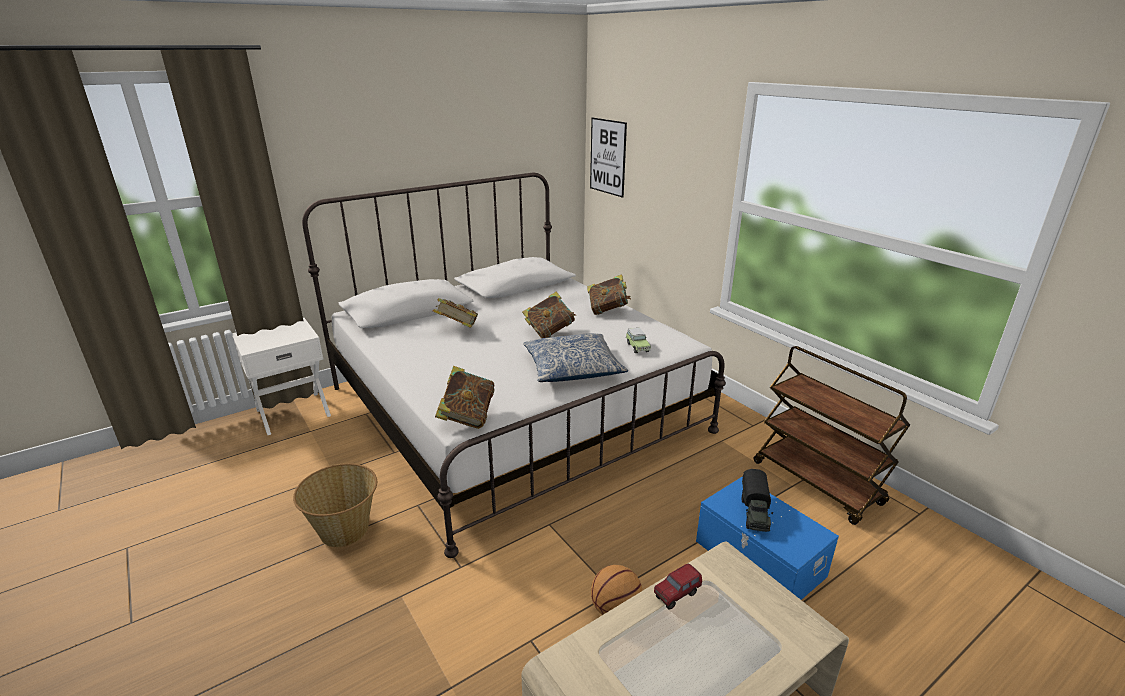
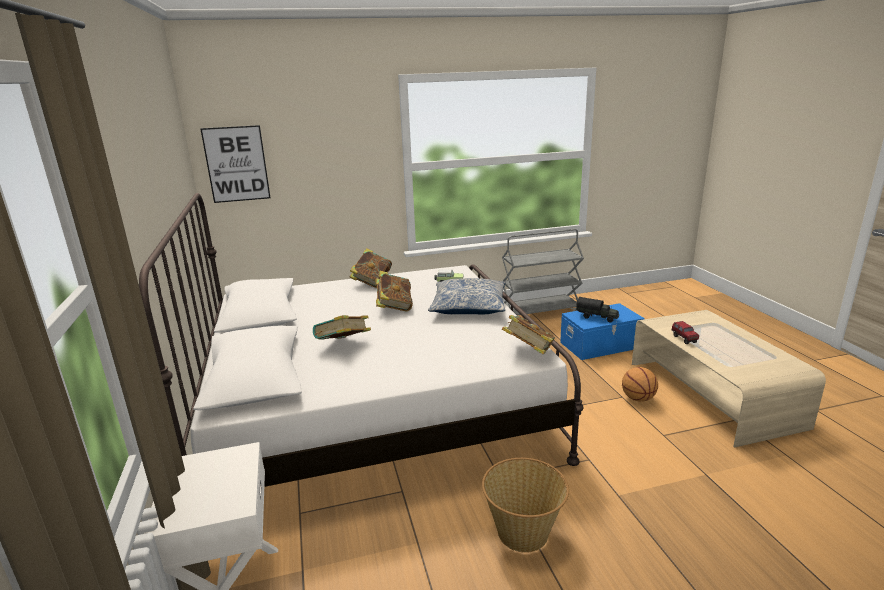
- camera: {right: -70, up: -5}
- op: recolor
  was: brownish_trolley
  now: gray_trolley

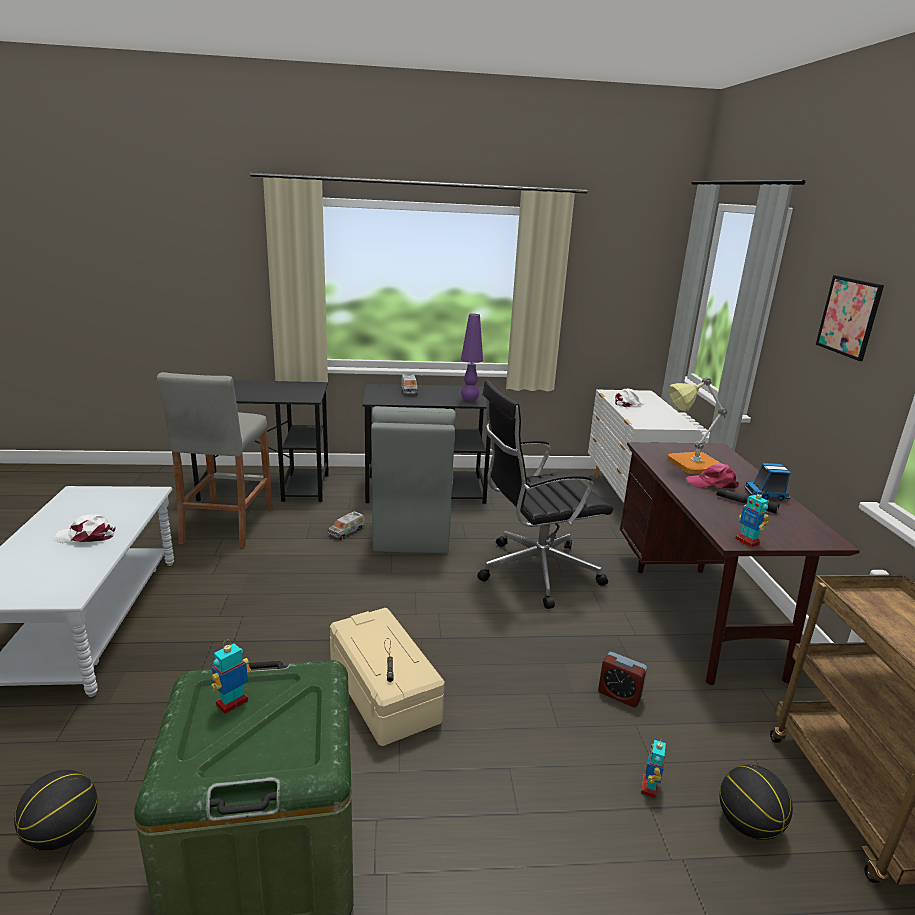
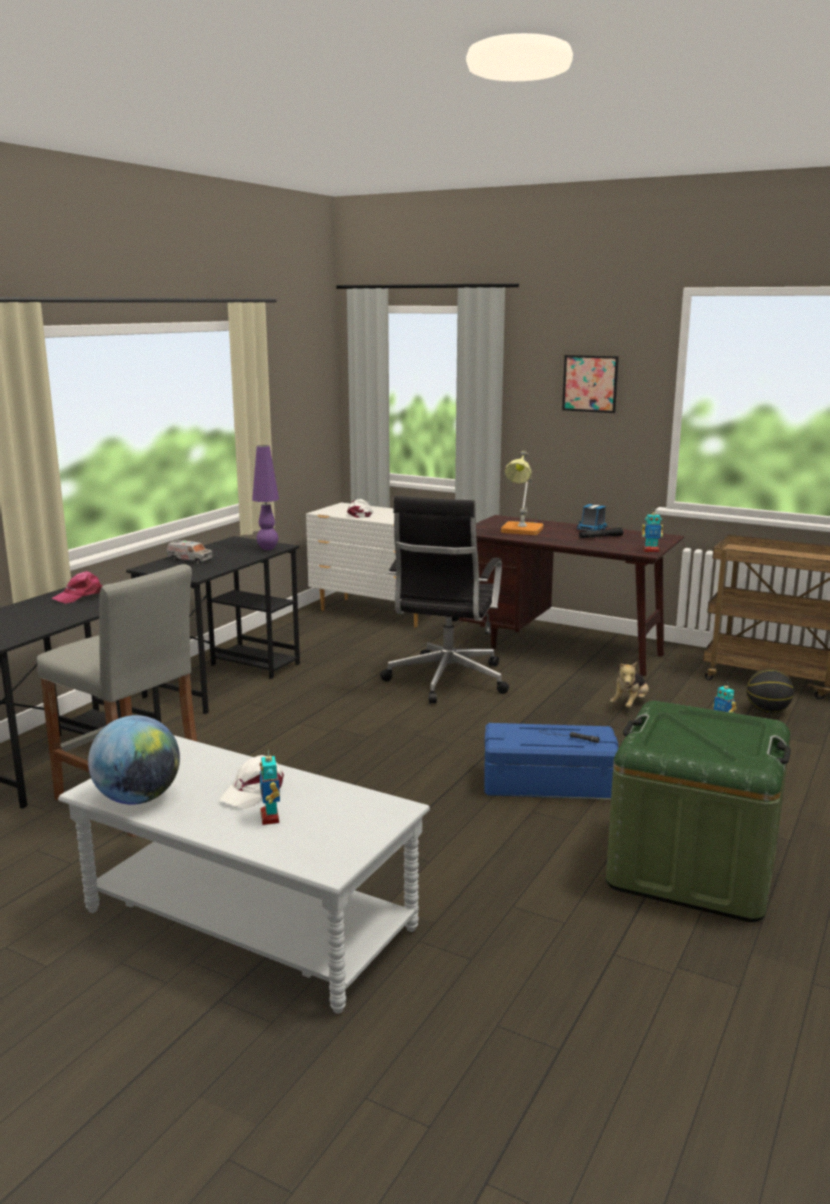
- camera: {right: -55, up: -5}
- op: delete
  was: gray_plain_chair
- op: move
  was: pinkish_cap
- op: delete
  was: toy_lorry (1st from left)
- op: recolor
  was: sand-coloured_storage_box
  now: bluish_storage_box
- op: move
  was: model_robot (1st from left)
- op: replace
  was: alarm_clock
  now: cuddly_toy
- op: delete
  was: basketball_ball (1st from left)
- op: insert
  now: desk_globe

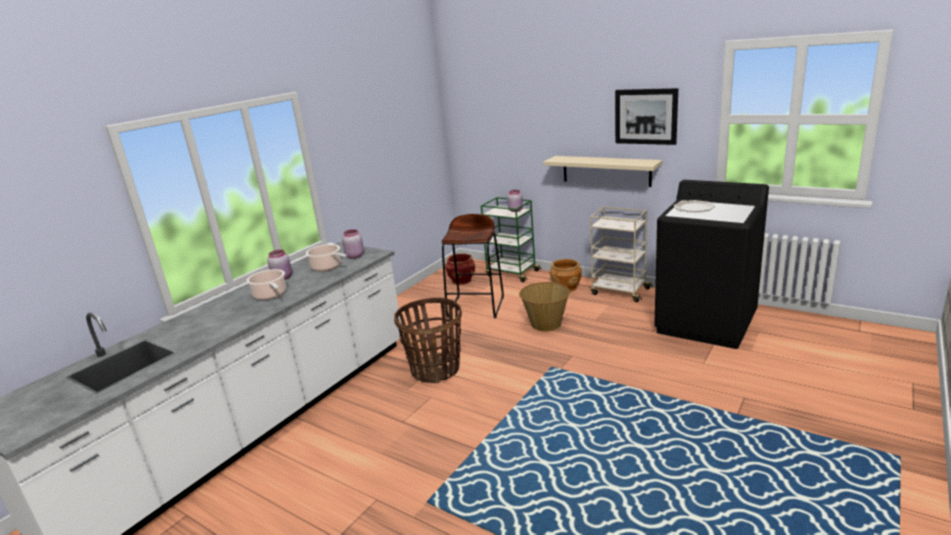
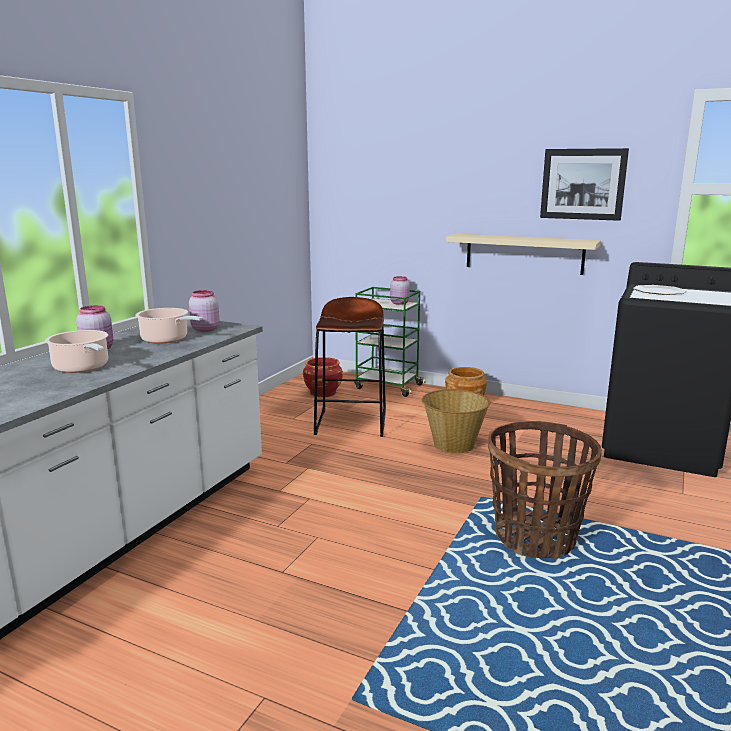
- camera: {right: -10, up: -5}
- op: delete
  was: sand-coloured_trolley
- op: move
  was: basket (1st from left in the first image)
  now: basket (2nd from left)

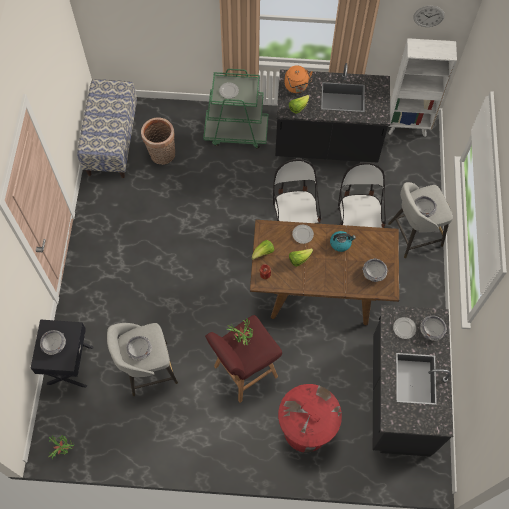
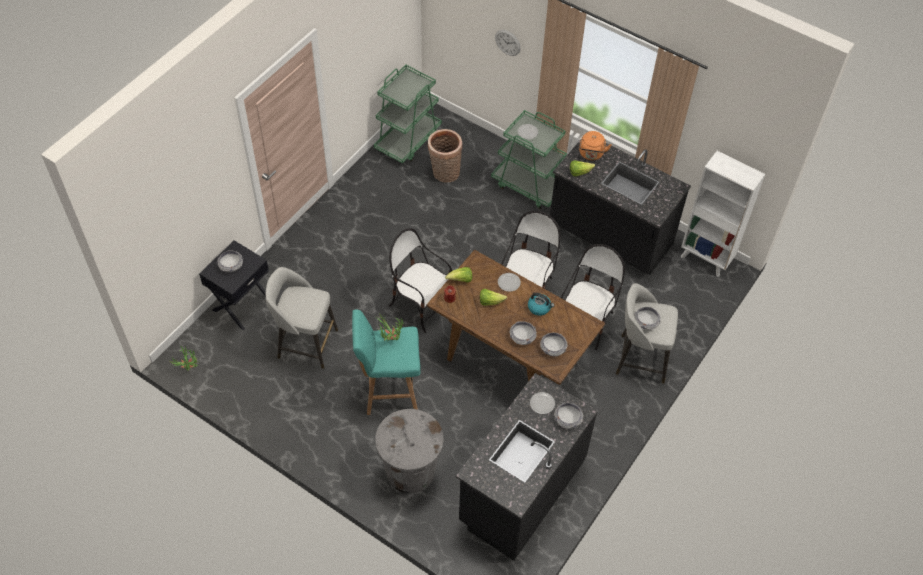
- camera: {right: 30, up: -10}
- op: move
  was: clock_on_the_wall
- op: replace
  was: indoor_bench
  now: green-coloured_trolley (1st from left)
- op: recolor
  was: reddish_stool
  now: blue-green_stool
- op: move
  was: deep_dish (2nd from left)
- op: recolor
  was: reddish_trash_can
  now: gray_trash_can
- op: insert
  now: plain_chair (1st from left)

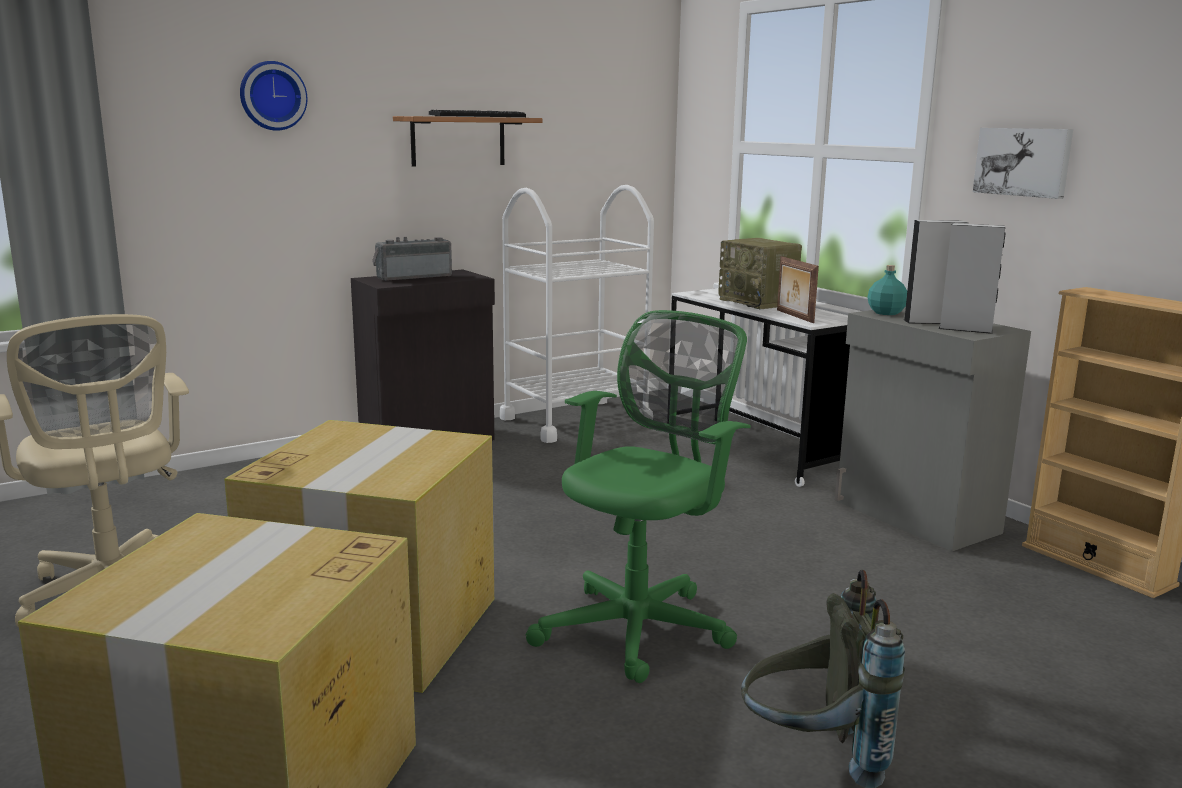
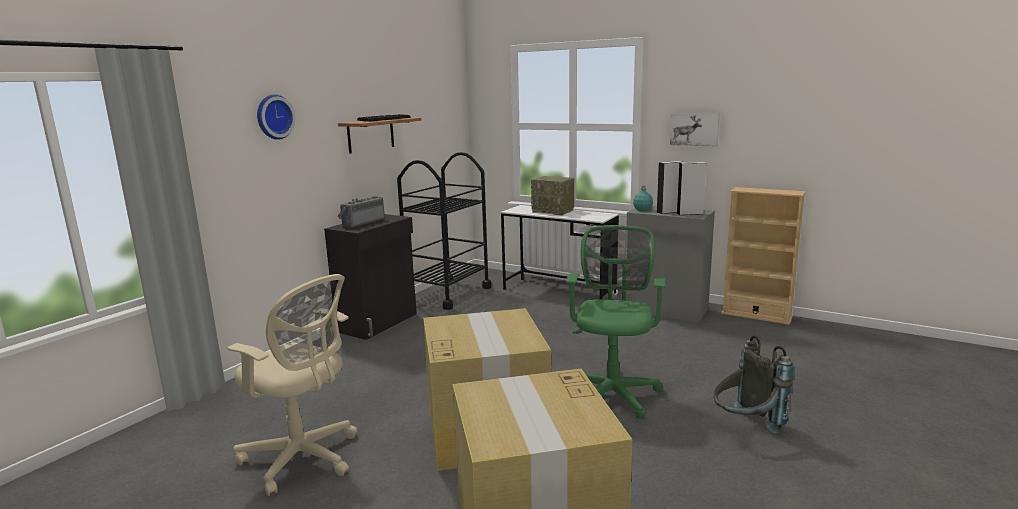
- camera: {right: -25, up: 0}
- op: recolor
  was: white-coloured_trolley
  now: black_trolley
- op: delete
  was: picture_frame

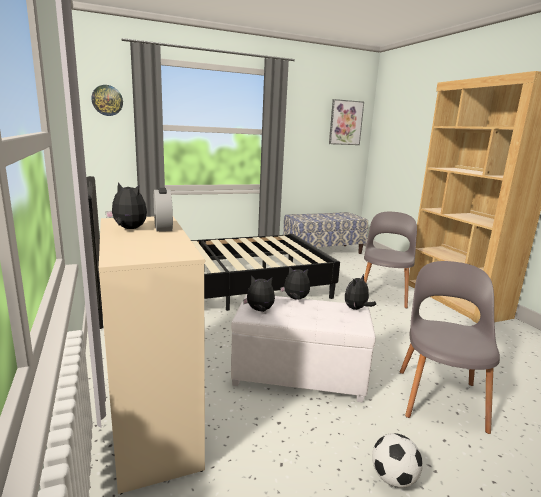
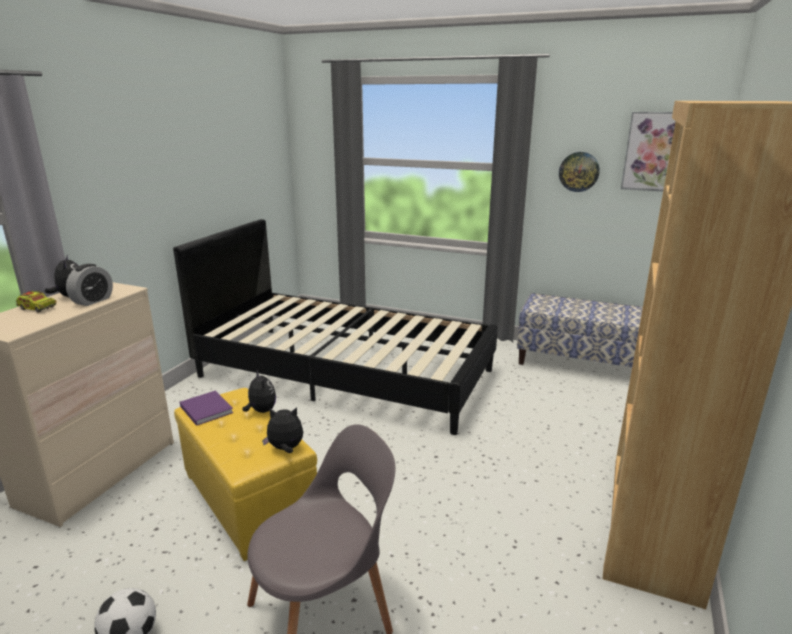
- camera: {right: 45, up: 5}
- op: move
  was: clock_on_the_wall
- op: delete
  was: gray_plain_chair (1st from left)
- op: replace
  was: cuddly_toy (2nd from left)
  now: purplish_bound_book
- op: recolor
  was: white-coloured_footrest
  now: yellow-coloured_footrest
- op: insert
  now: toy_lorry

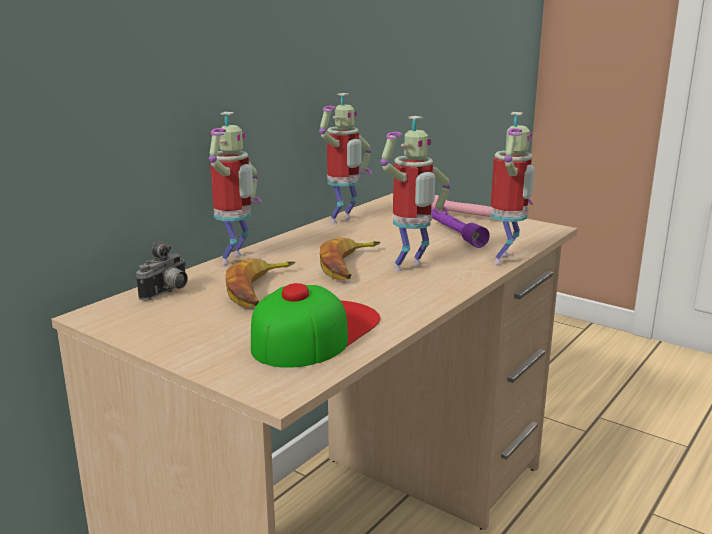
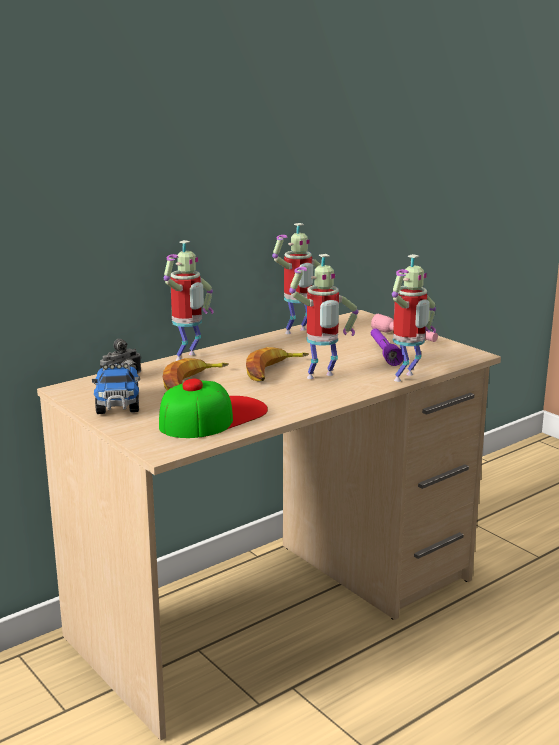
- camera: {right: 15, up: 0}
- op: insert
  now: toy_lorry

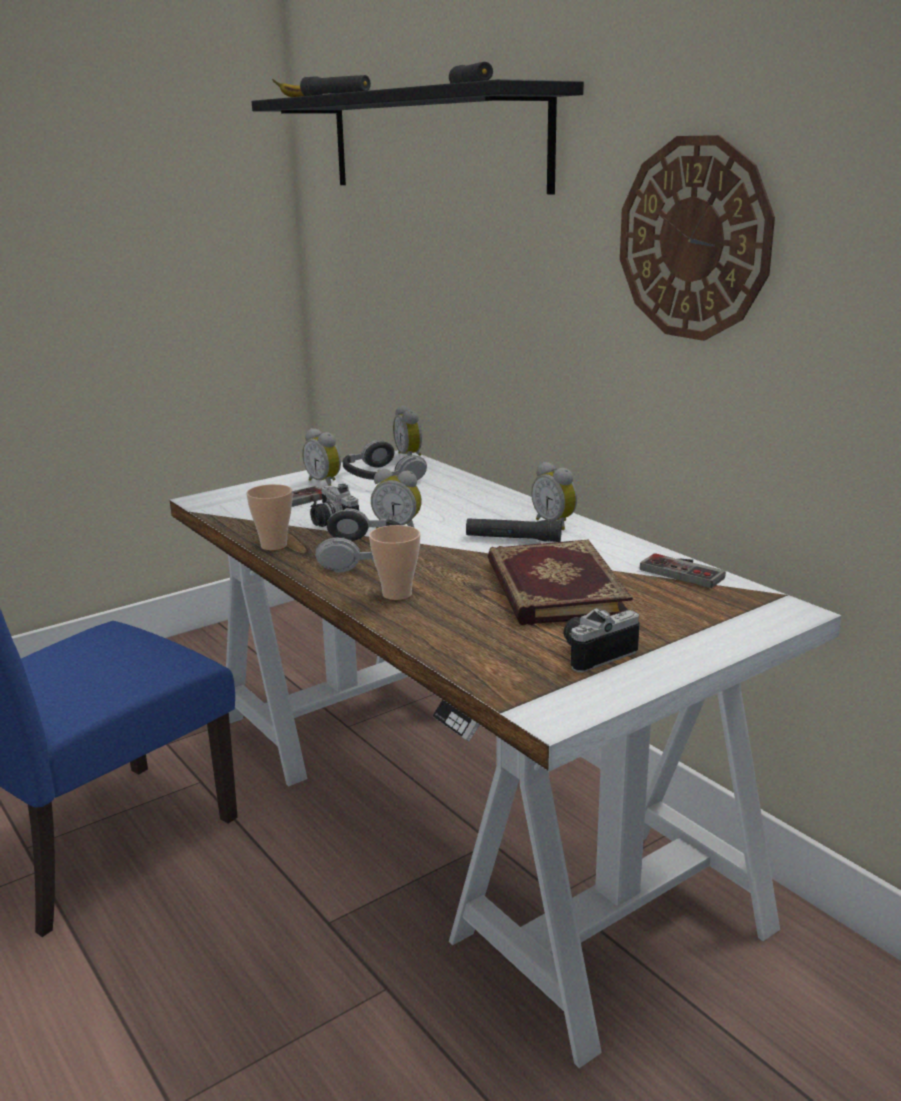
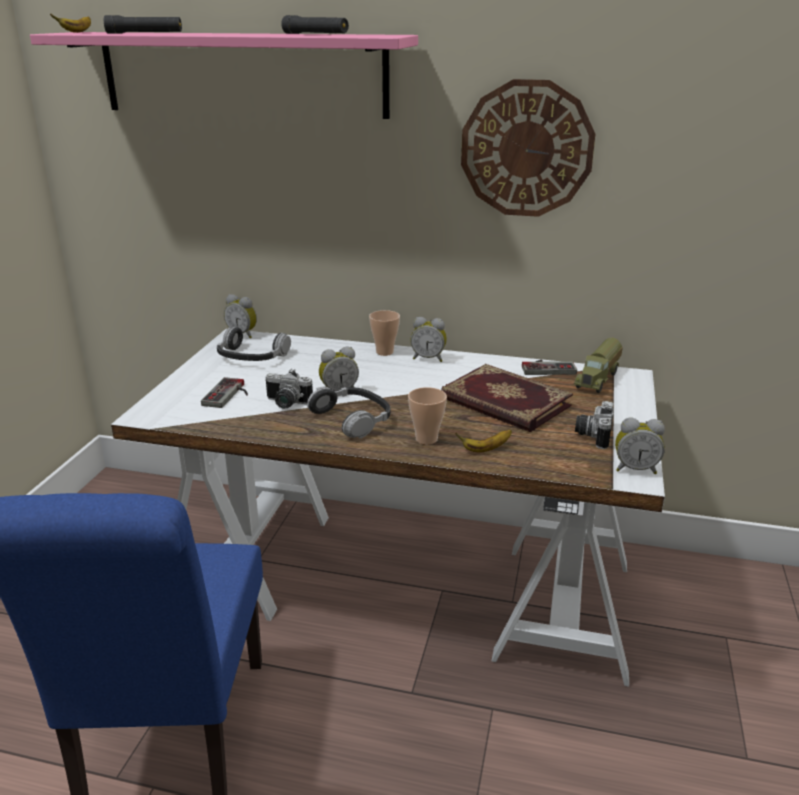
- camera: {right: -40, up: 5}
- op: recolor
  was: black_bracket_shelf
  now: pinkish_bracket_shelf
- op: move
  was: alarm_clock (1st from left in the first image)
  now: alarm_clock (4th from left)
- op: move
  was: drinking_cup (1st from left)
- op: delete
  was: black_flashlight (3rd from left)
- op: insert
  now: toy_lorry
- op: insert
  now: banana_fruit (2nd from left)

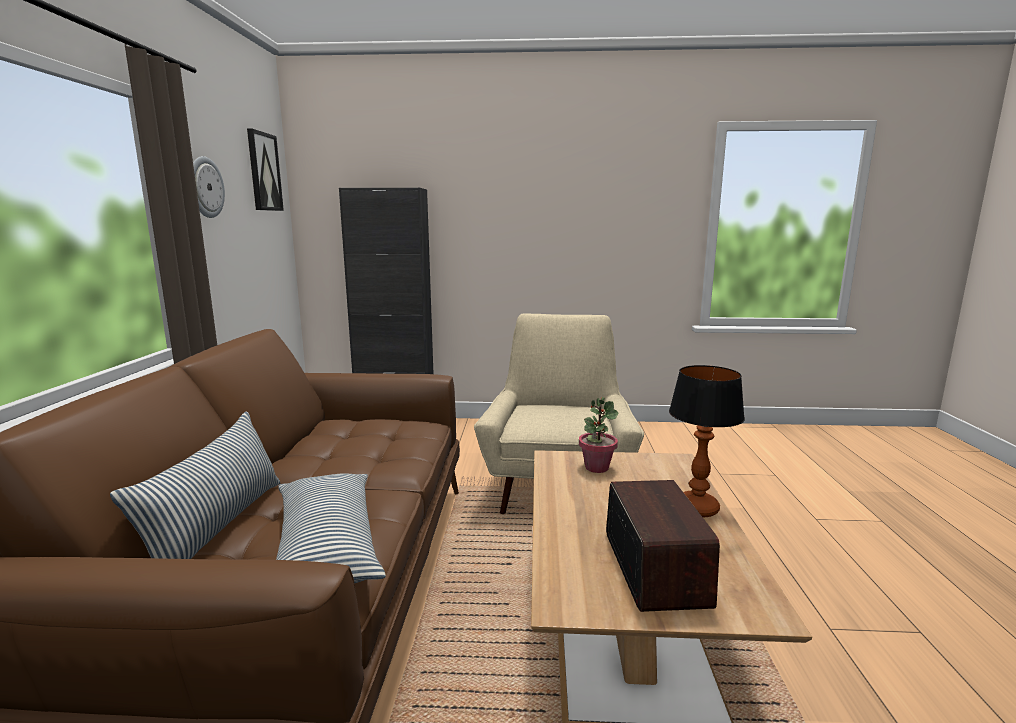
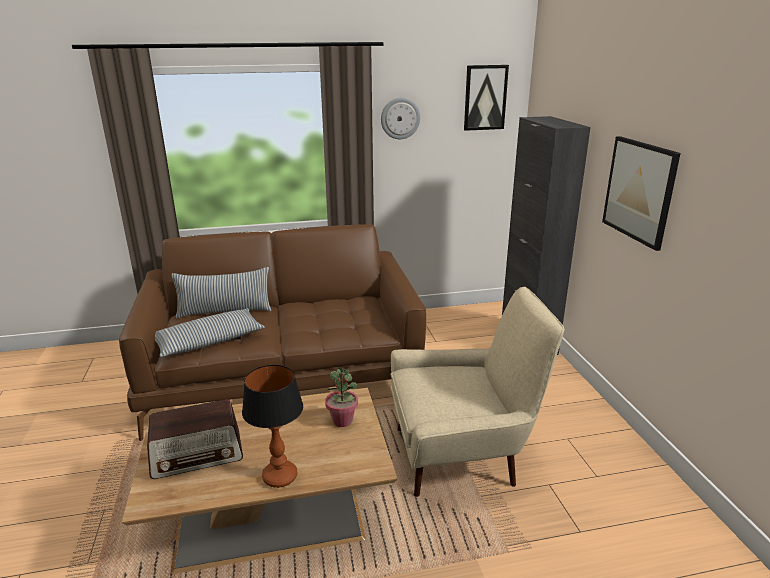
- camera: {right: 75, up: 10}
- op: insert
  now: picture (2nd from left)

